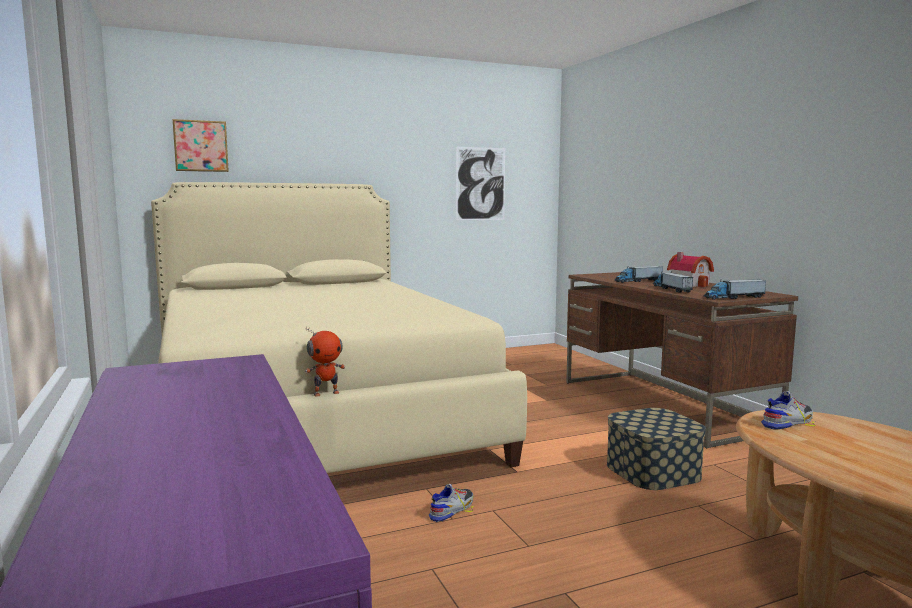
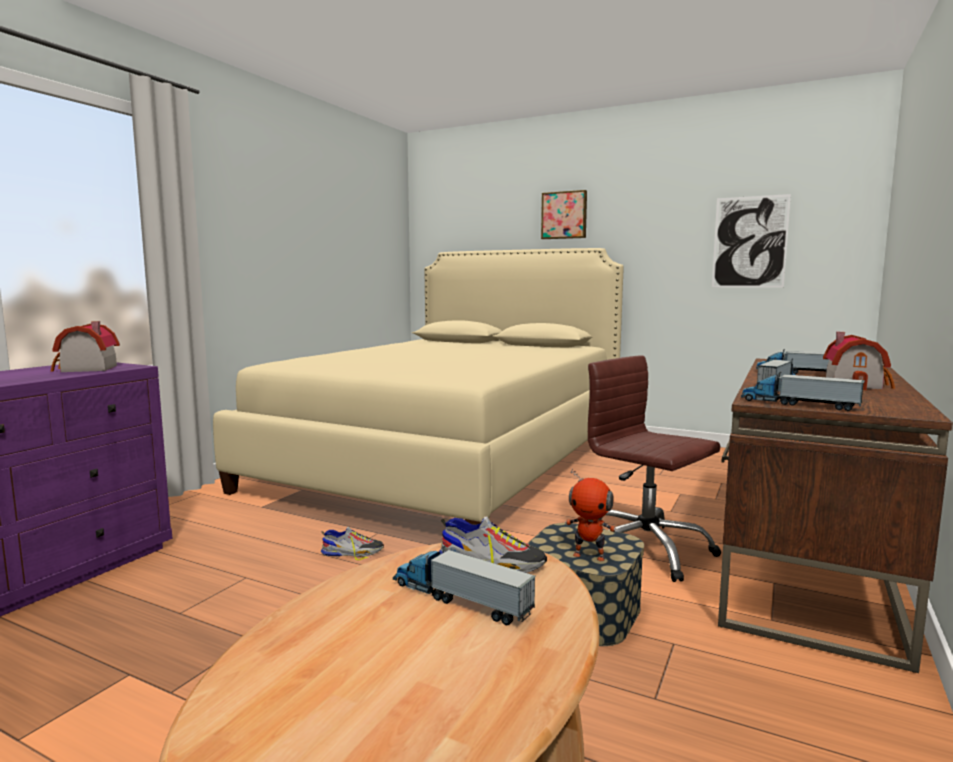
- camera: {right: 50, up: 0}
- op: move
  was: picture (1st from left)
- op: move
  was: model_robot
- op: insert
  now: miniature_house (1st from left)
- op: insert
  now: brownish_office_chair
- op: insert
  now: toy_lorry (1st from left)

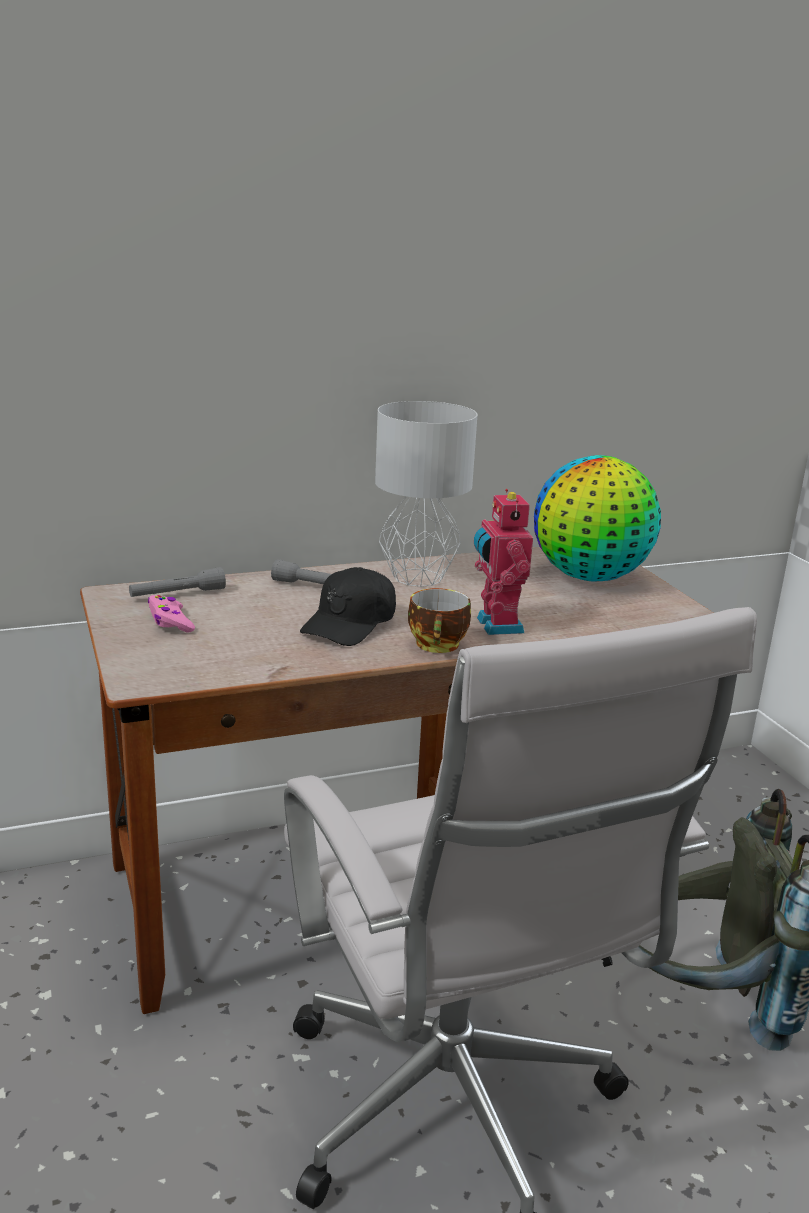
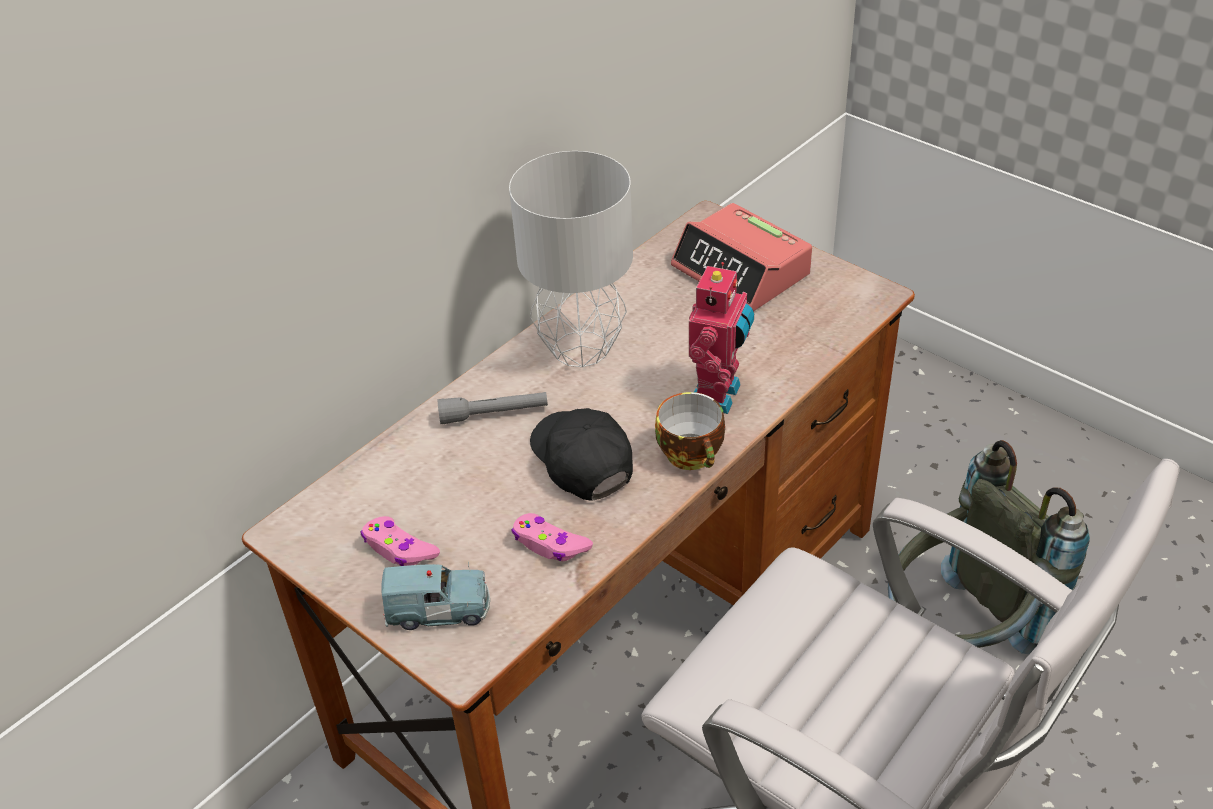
- camera: {right: -25, up: 20}
- op: replace
  was: desk_globe
  now: alarm_clock
- op: rotate
  was: model_robot
  clockwise: -120
- op: delete
  was: gray_flashlight (1st from left)
- op: rotate
  was: black_cap
  clockwise: 150
- op: insert
  now: pinkish_gamepad (2nd from left)
- op: insert
  now: bluish_miniature_car

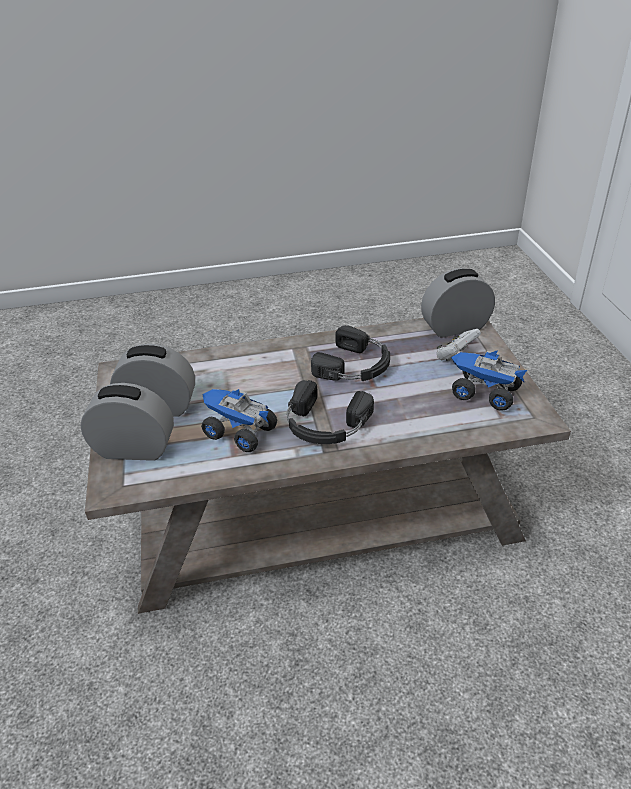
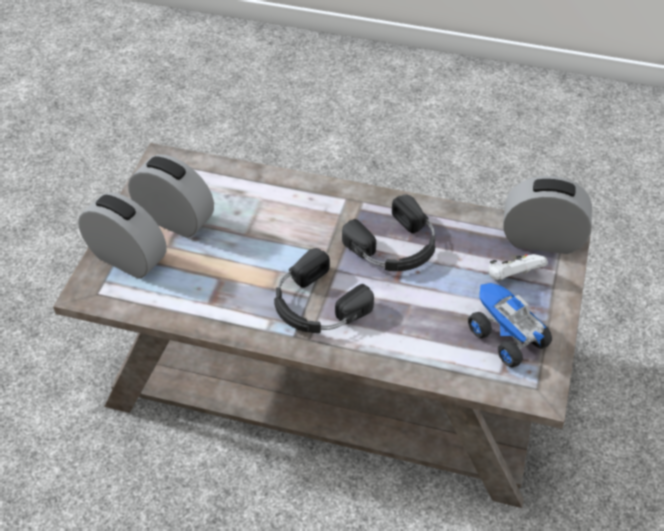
- camera: {right: 25, up: 10}
- op: delete
  was: toy_lorry (1st from left)

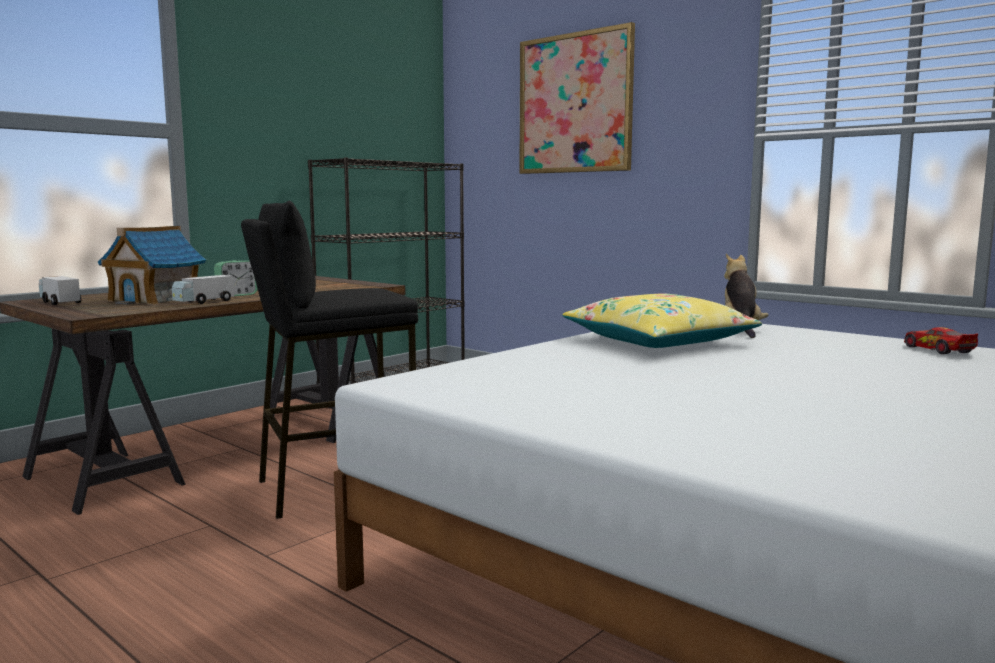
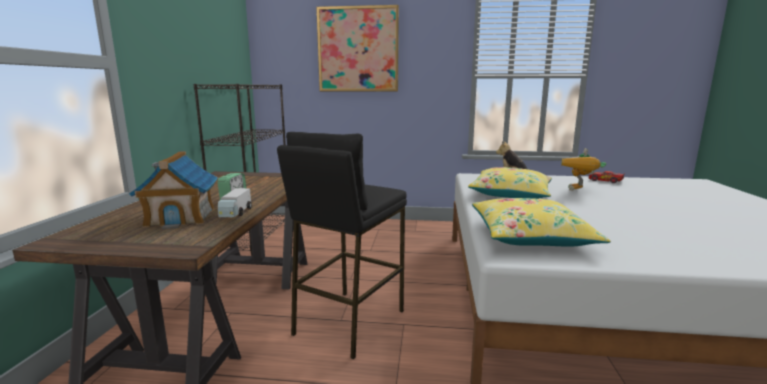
- camera: {right: -35, up: 5}
- op: delete
  was: toy_lorry (1st from left)
- op: insert
  now: model_robot
- op: insert
  now: yellow-coloured_throw_pillow (2nd from left)

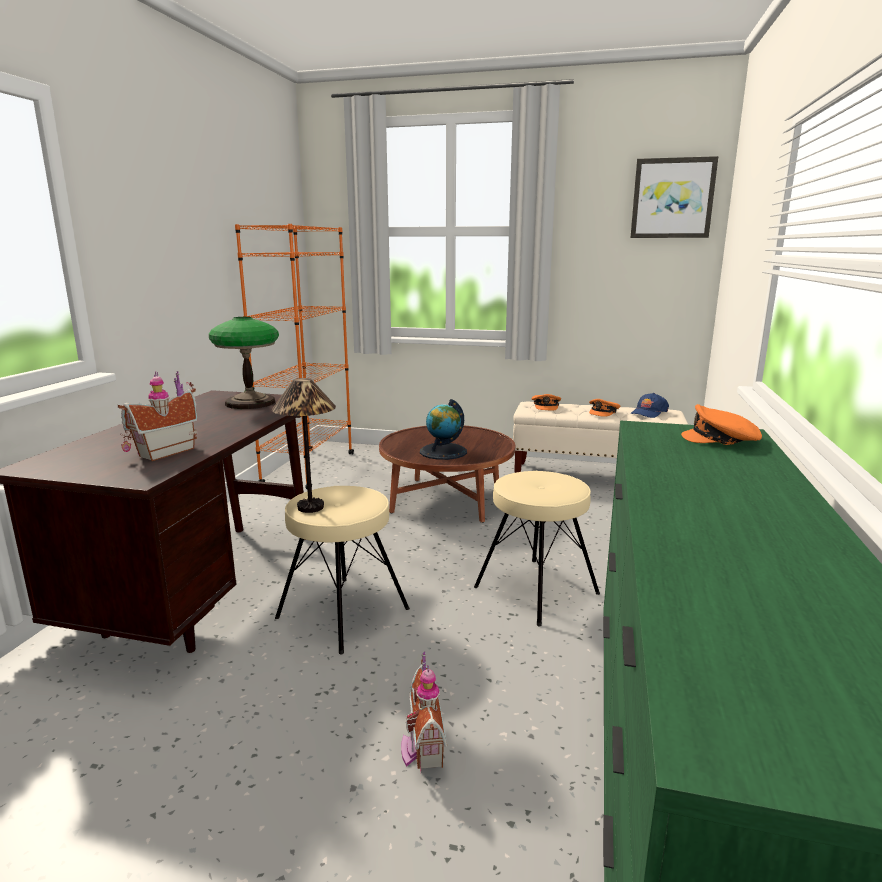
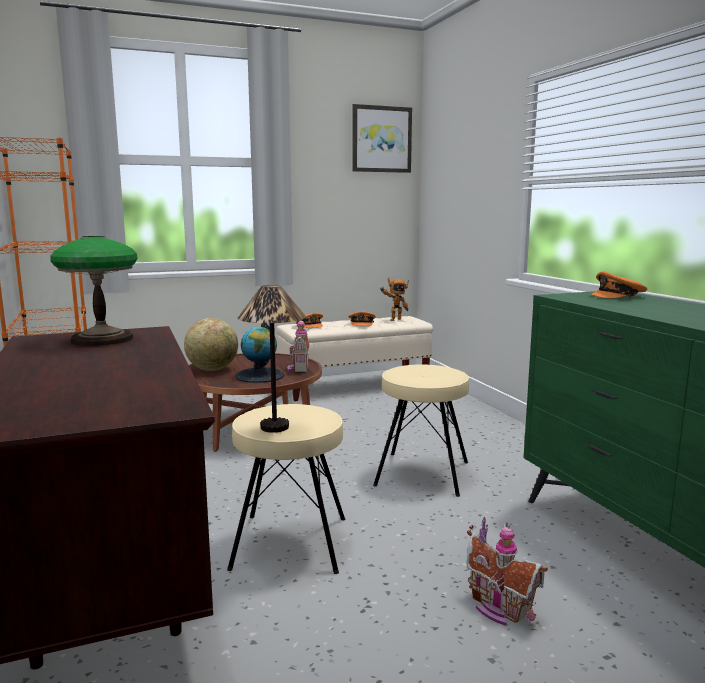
- camera: {right: -35, up: -5}
- op: move
  was: miniature_house (1st from left)
- op: replace
  was: bluish_cap
  now: model_robot
- op: insert
  now: desk_globe (1st from left)

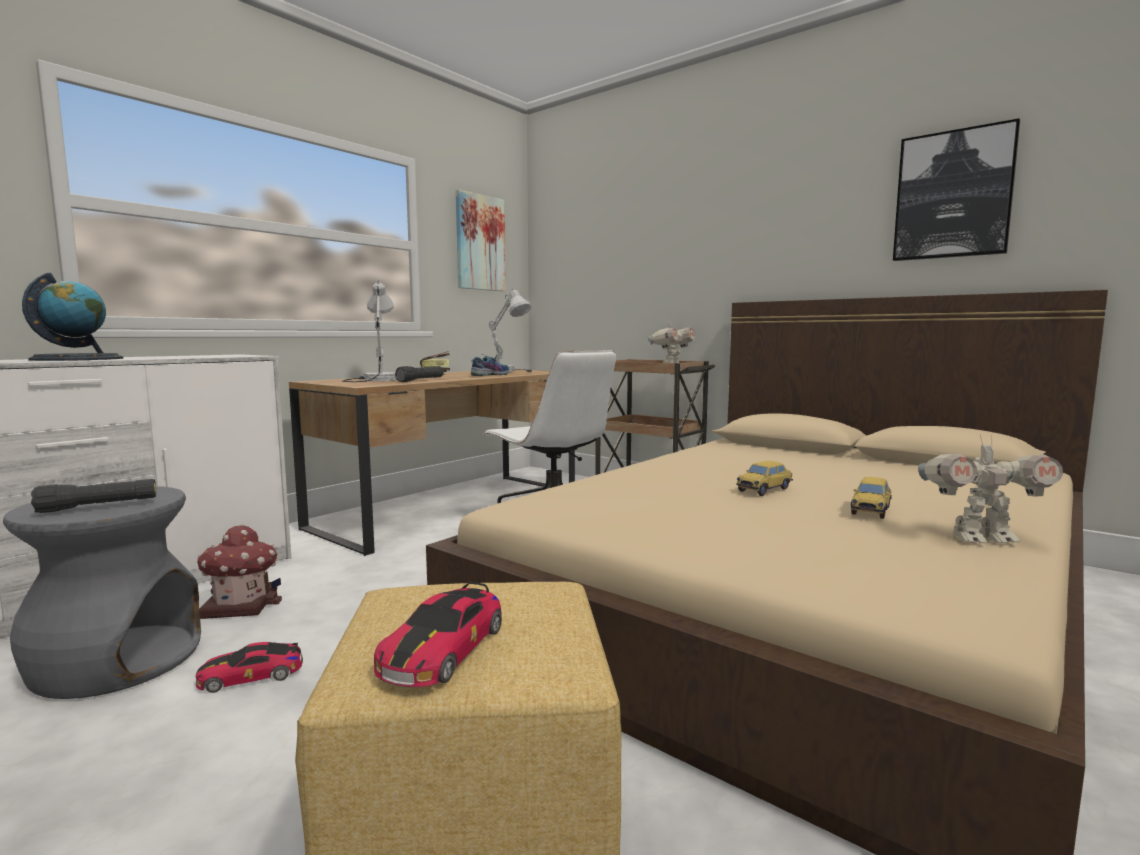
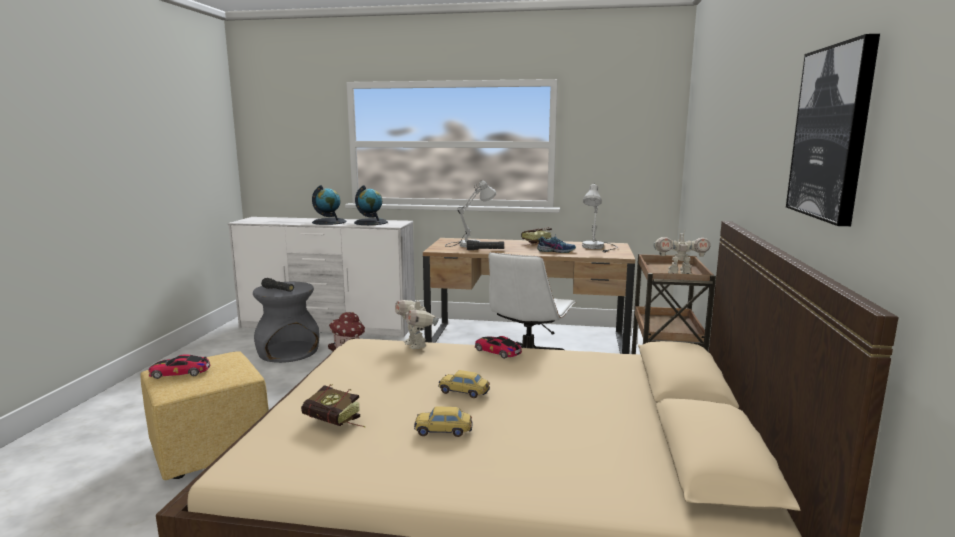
- camera: {right: 60, up: 5}
- op: delete
  was: picture (1st from left)
- op: move
  was: model_robot (2nd from left in the first image)
  now: model_robot (1st from left)
- op: move
  was: miniature_car (1st from left in the first image)
  now: miniature_car (4th from left)
- op: insert
  now: desk_globe (2nd from left)
- op: insert
  now: bound_book (1st from left)

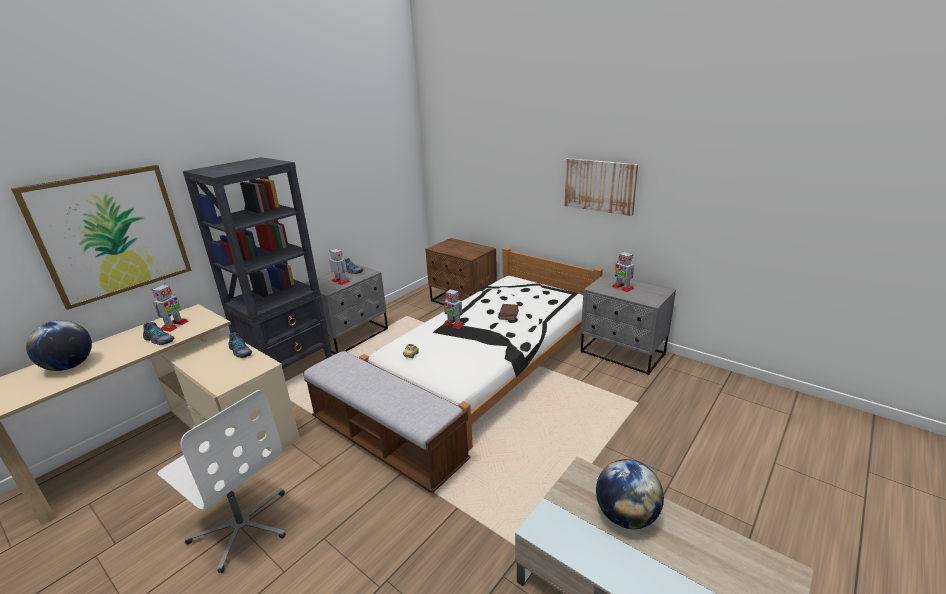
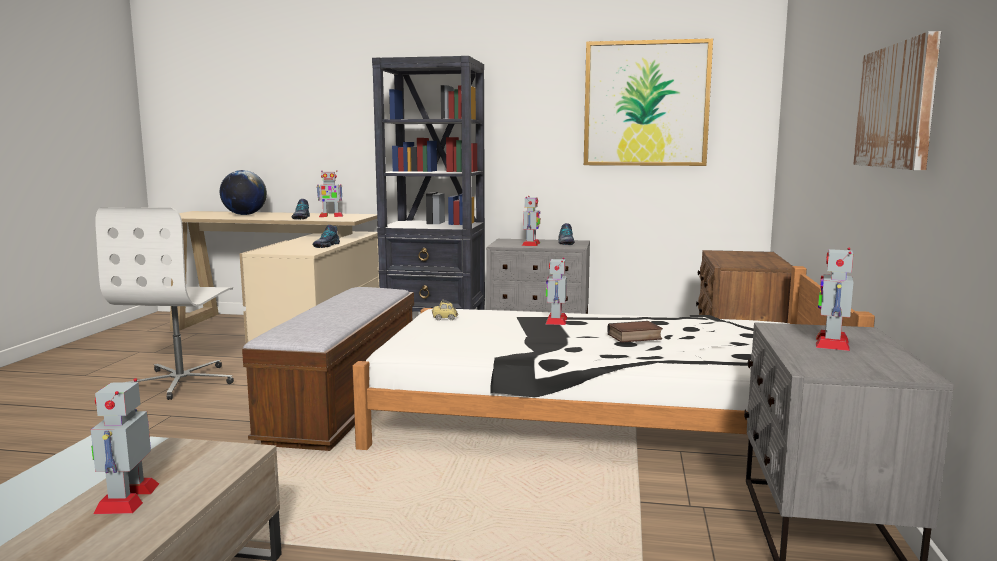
- camera: {right: 60, up: -15}
- op: move
  was: picture (1st from left)
- op: replace
  was: desk_globe (2nd from left)
  now: model_robot (1st from left)

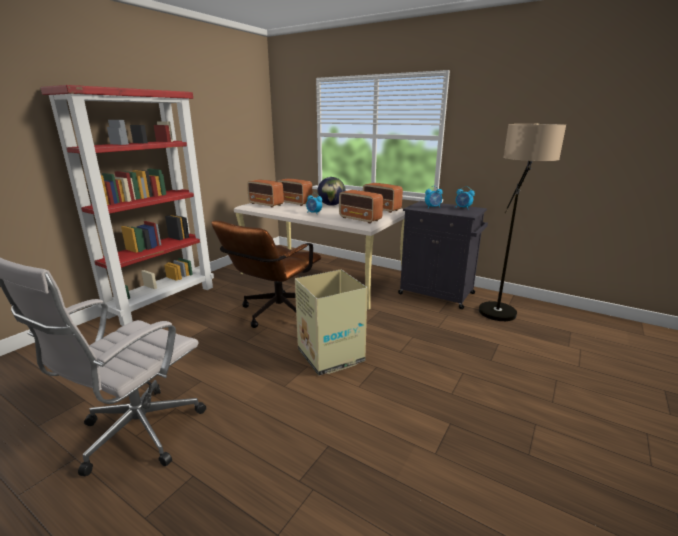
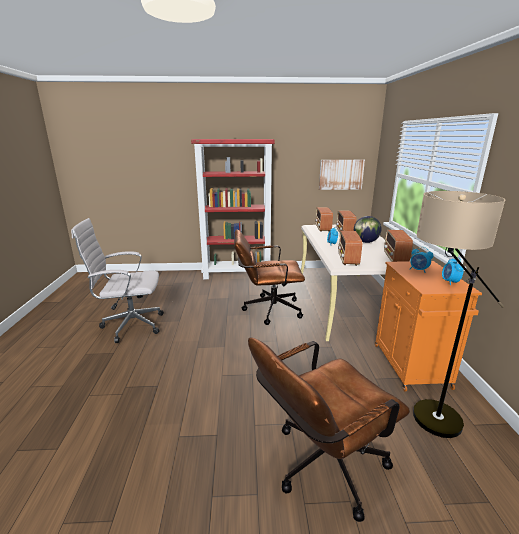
- camera: {right: 55, up: 0}
- op: recolor
  was: black_cabinet
  now: orange_cabinet
- op: delete
  was: packing_box
- op: insert
  now: picture
- op: insert
  now: brownish_office_chair (2nd from left)

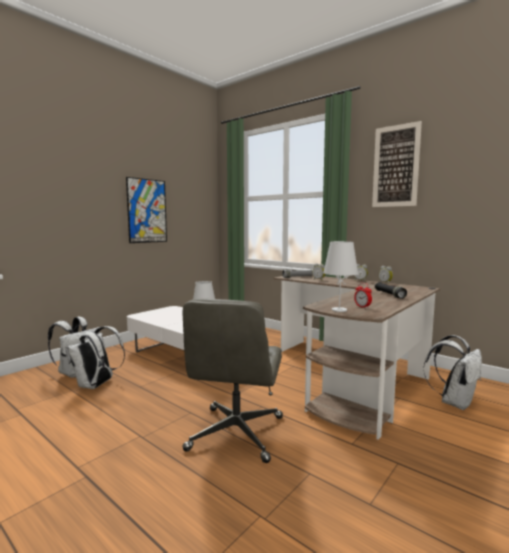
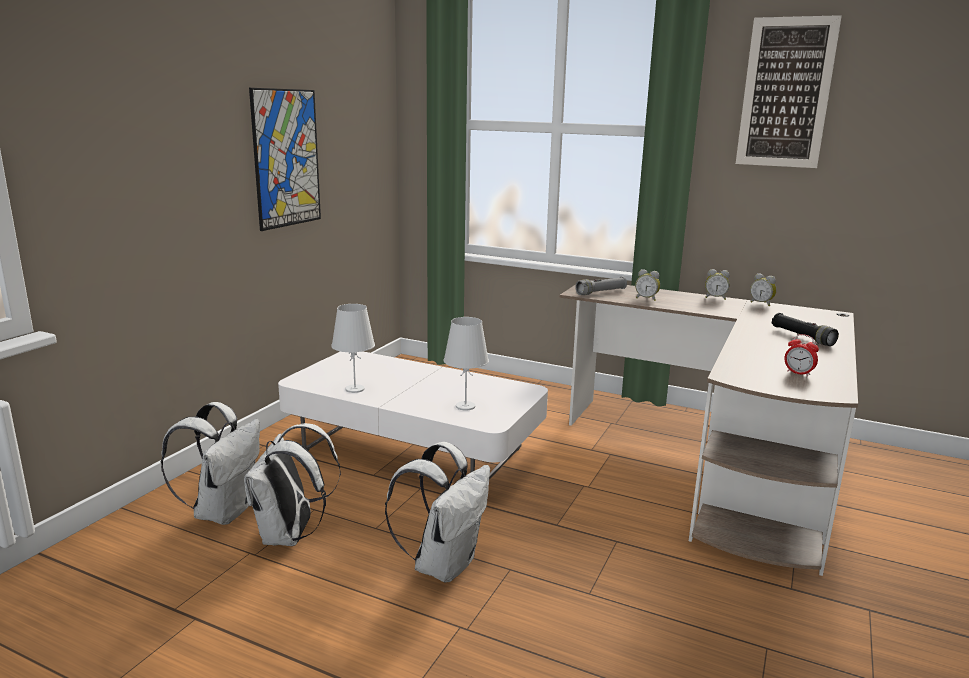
- camera: {right: -15, up: 10}
- op: move
  was: white-coloured_table_lamp (2nd from left in the first image)
  now: white-coloured_table_lamp (1st from left)
- op: delete
  was: gray_office_chair
- op: move
  was: white-coloured_backpack (3rd from left)

